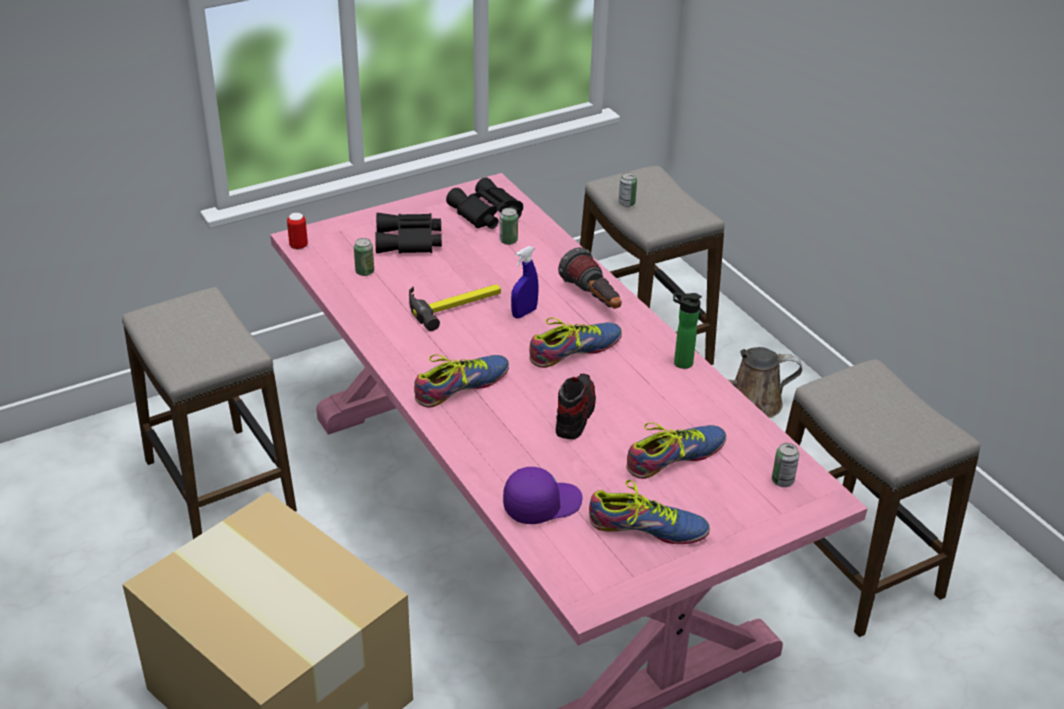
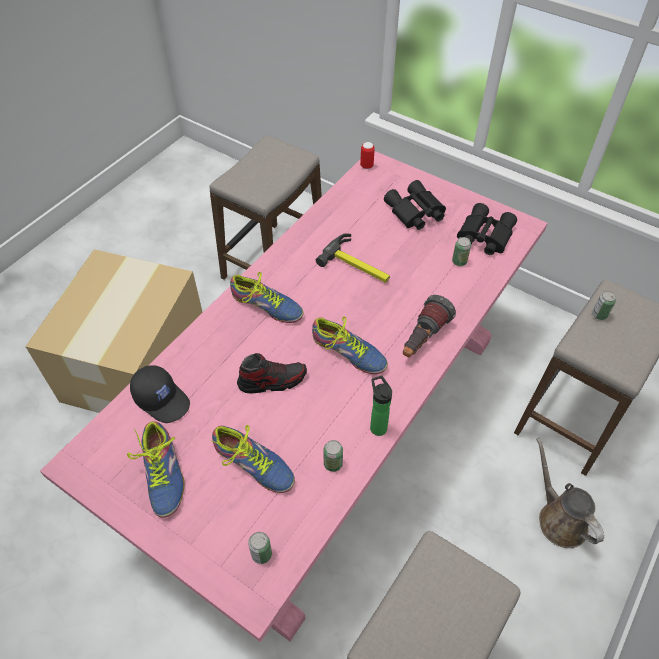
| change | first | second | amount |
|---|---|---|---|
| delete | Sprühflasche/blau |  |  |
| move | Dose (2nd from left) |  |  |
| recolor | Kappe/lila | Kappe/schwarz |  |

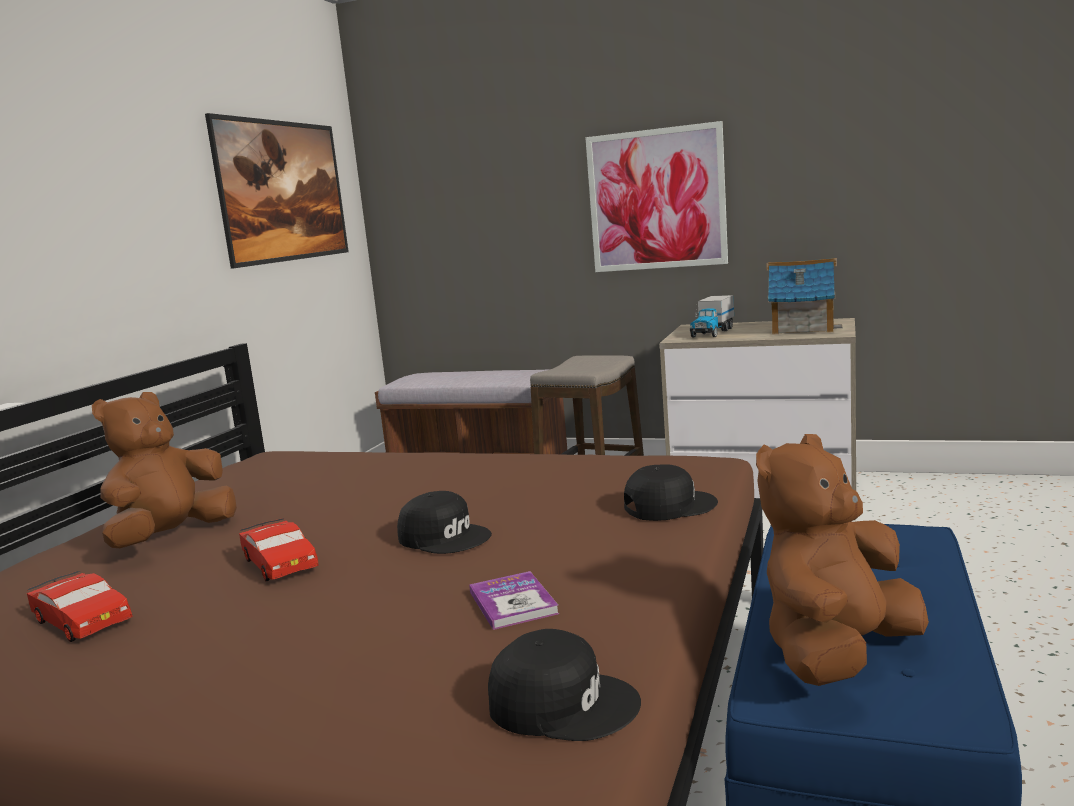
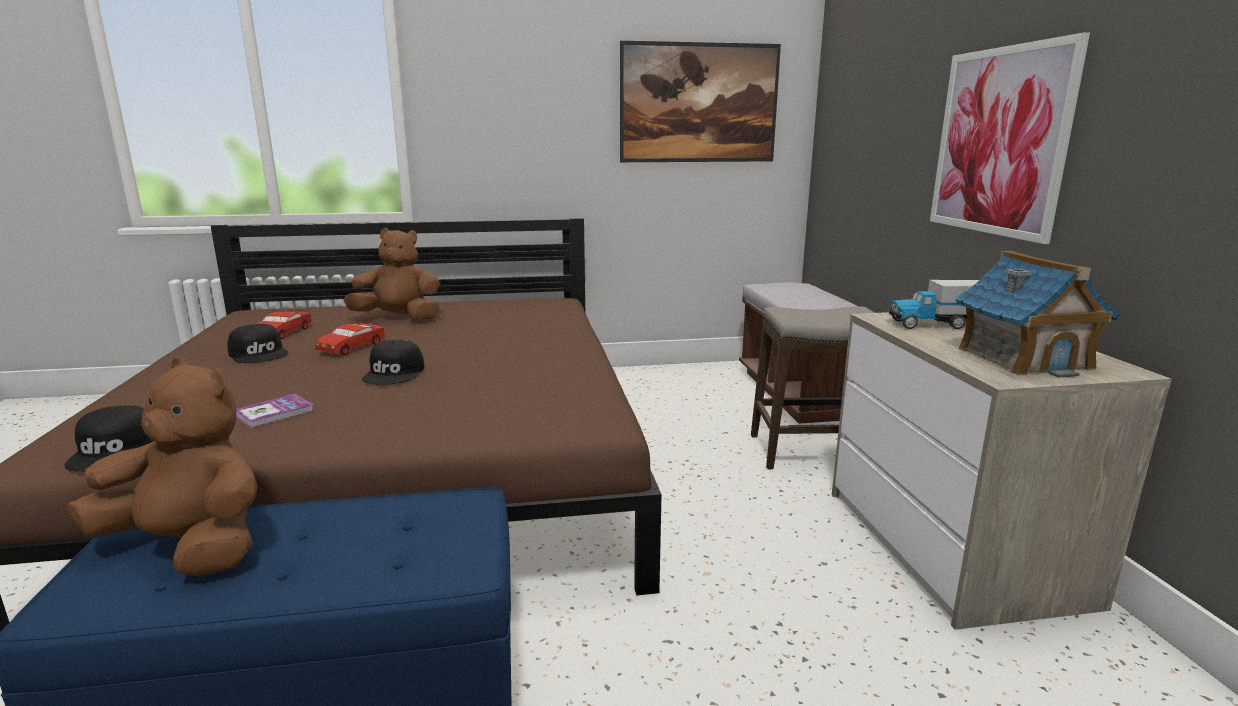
| change | first | second | amount |
|---|---|---|---|
| move | Kappe/schwarz (3rd from left in the first image) | Kappe/schwarz (2nd from left) |  |

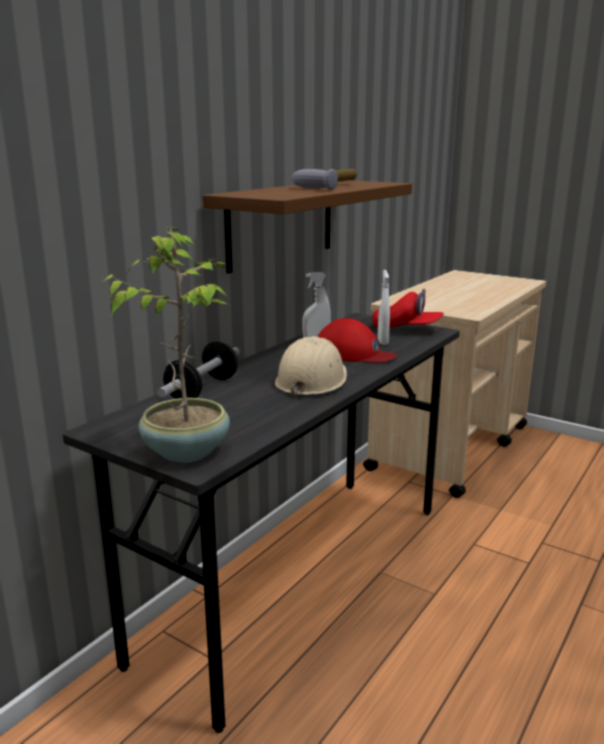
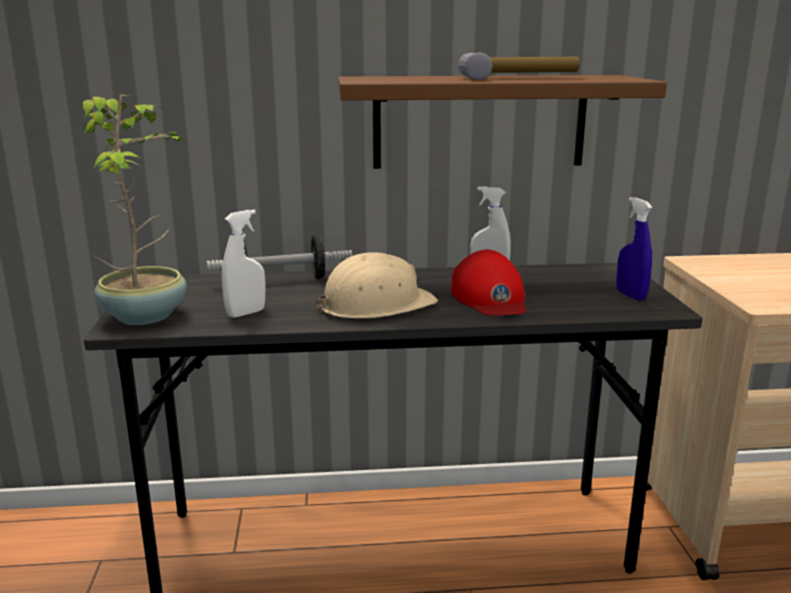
| change | first | second | amount |
|---|---|---|---|
| move | Sprühflasche/weiß (2nd from left in the first image) | Sprühflasche/weiß (1st from left) |  |
| replace | Kappe/rot (2nd from left) | Sprühflasche/blau |  |

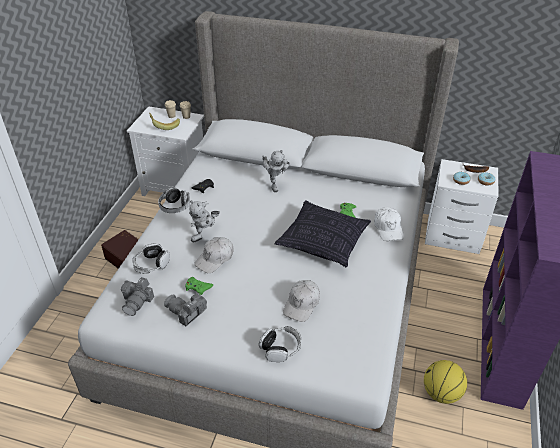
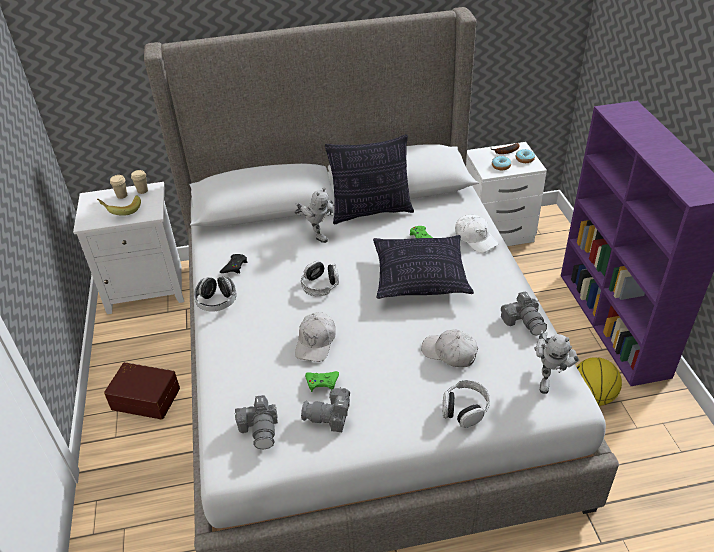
| change | first | second | amount |
|---|---|---|---|
| insert |  | Kissen (1st from left) |  |
| insert |  | Kamera (3rd from left) |  |
| move | Kopfhörer (1st from left in the first image) | Kopfhörer (2nd from left) |  |
| move | Spielzeugroboter (1st from left in the first image) | Spielzeugroboter (2nd from left) |  |
| rotate | Kappe/weiß (2nd from left) |  | 120 degrees clockwise |

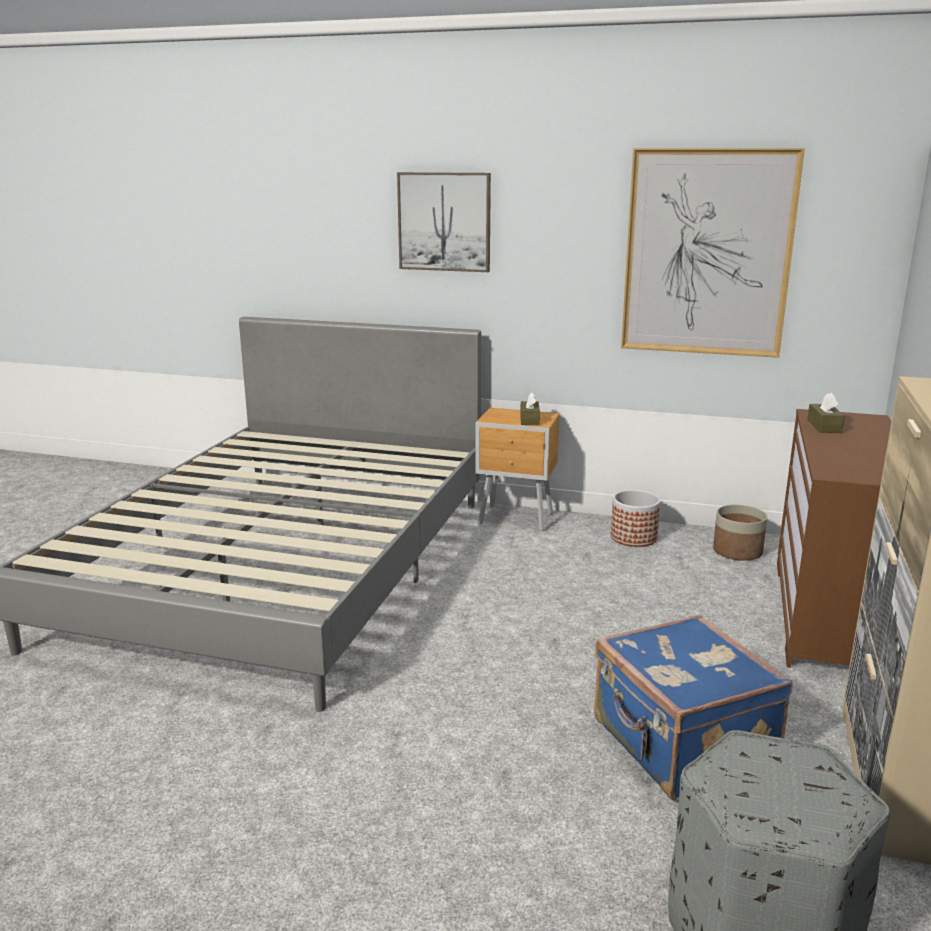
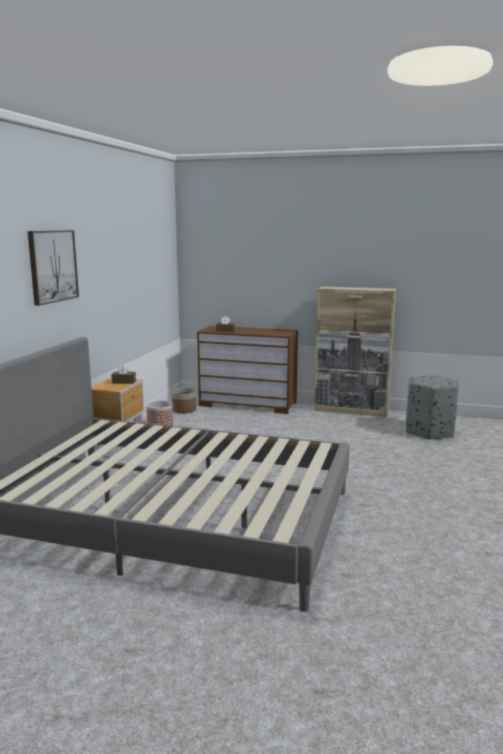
| change | first | second | amount |
|---|---|---|---|
| delete | Koffer/blau |  |  |
| delete | Bild (2nd from left) |  |  |

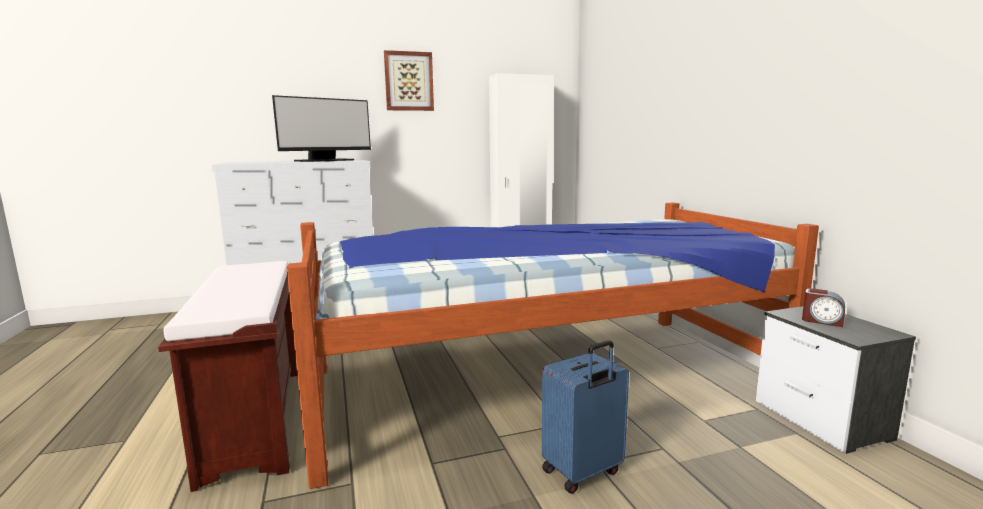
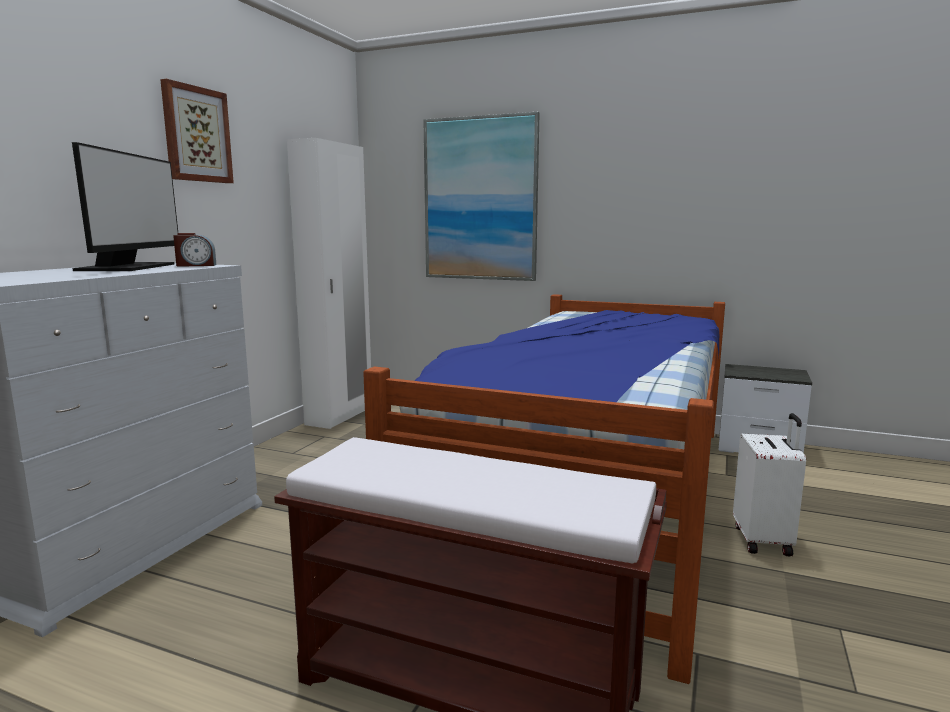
| change | first | second | amount |
|---|---|---|---|
| insert |  | Bild (2nd from left) |  |
| move | Wecker |  |  |
| recolor | Koffer/blau | Koffer/weiß |  |

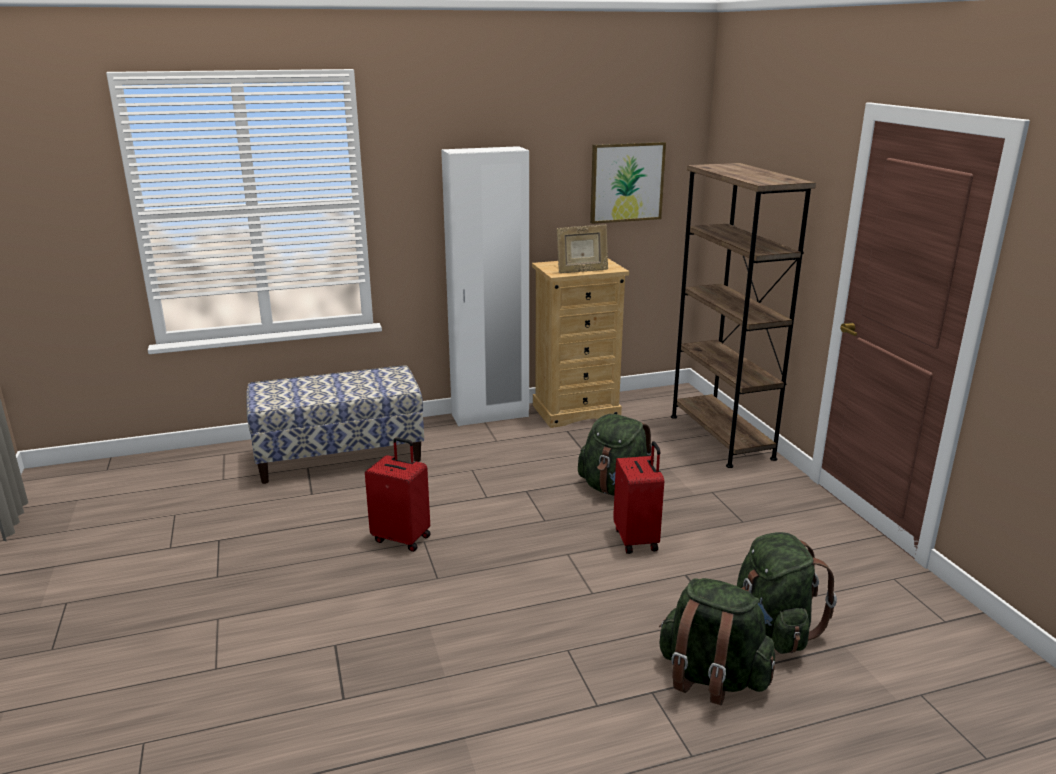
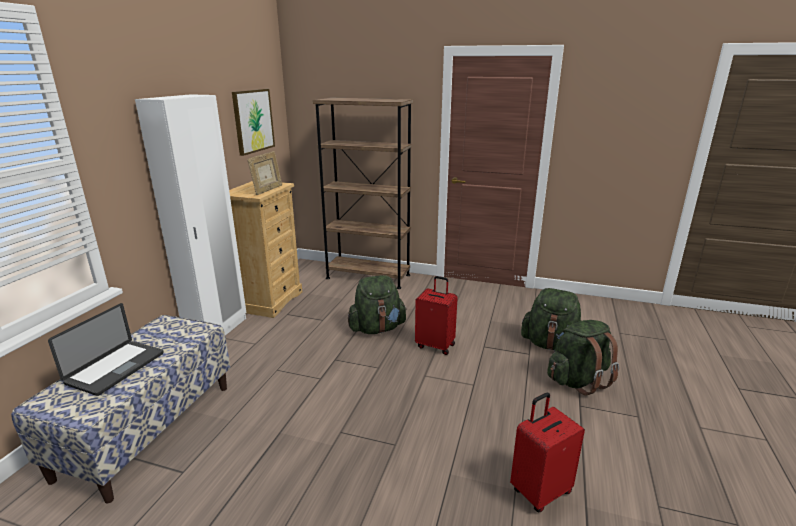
| change | first | second | amount |
|---|---|---|---|
| insert |  | Laptop |  |
| move | Koffer/rot (1st from left in the first image) | Koffer/rot (2nd from left) |  |

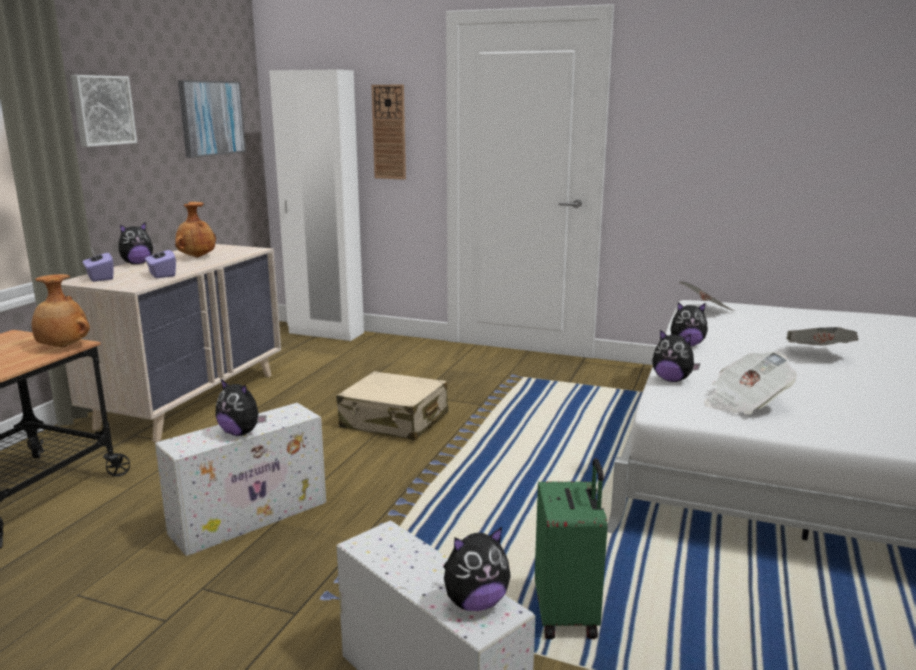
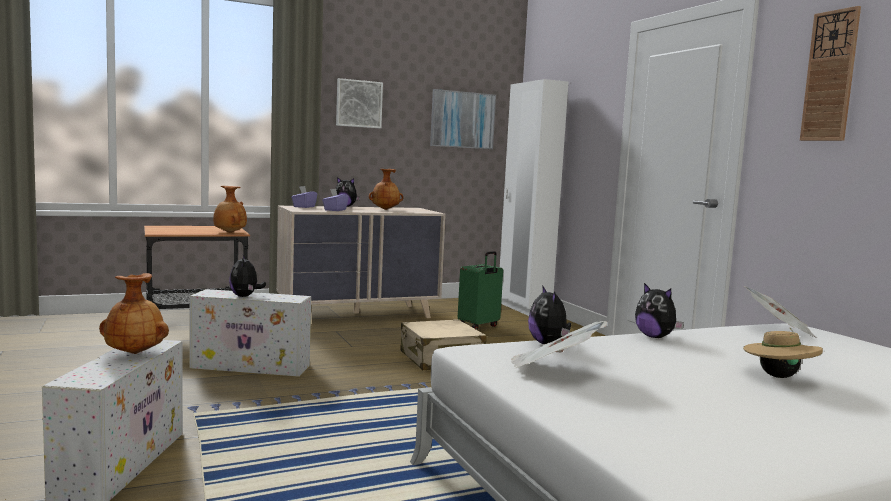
| change | first | second | amount |
|---|---|---|---|
| delete | Plüschtier (3rd from left) |  |  |
| insert |  | Vase/braun (1st from left) |  |
| move | Wanduhr |  |  |
| move | Koffer/grün |  |  |
| replace | Zeitung (3rd from left) | Hut/beige |  |

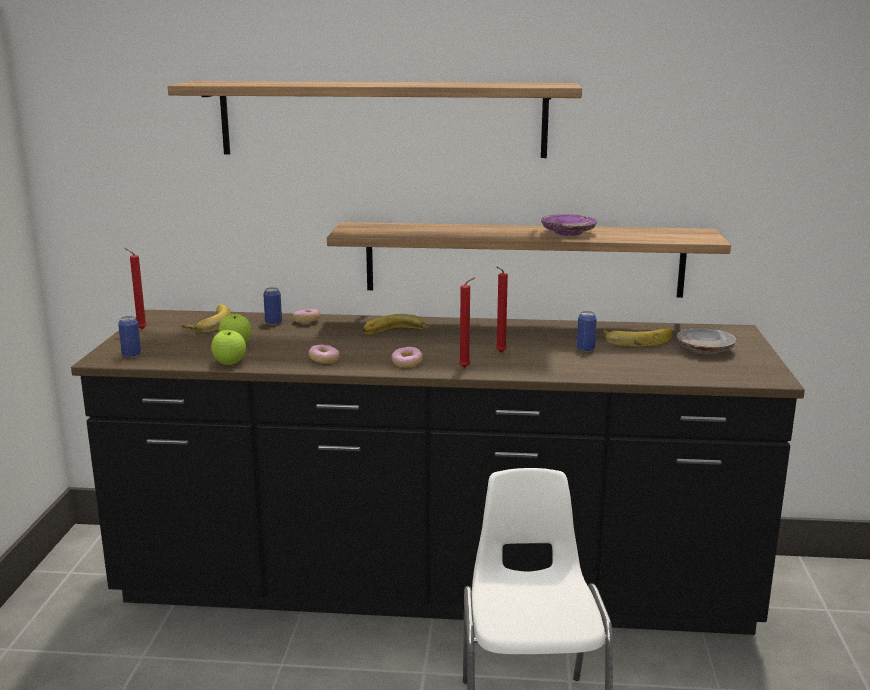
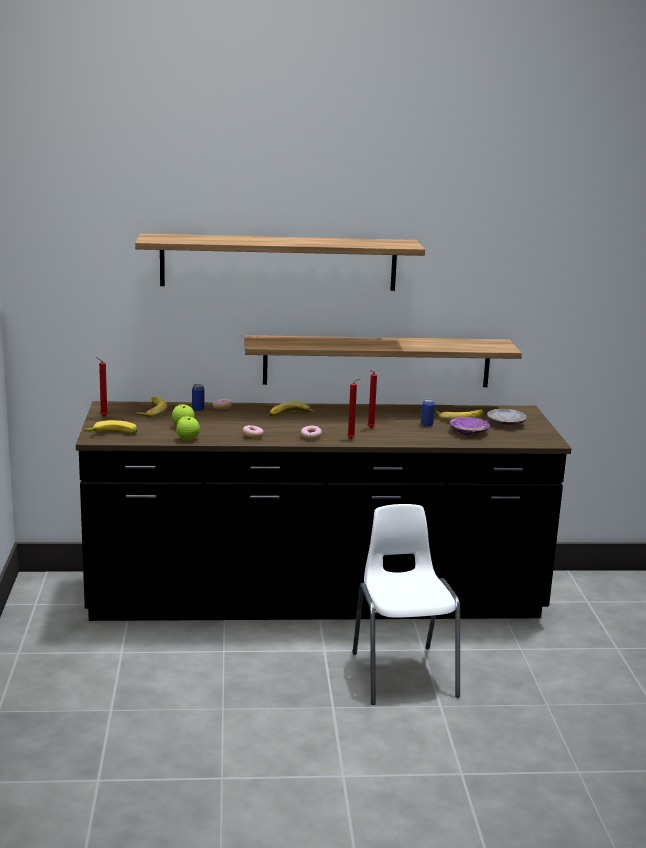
| change | first | second | amount |
|---|---|---|---|
| move | Teller/lila |  |  |
| replace | Dose (1st from left) | Banane (1st from left) |  |

